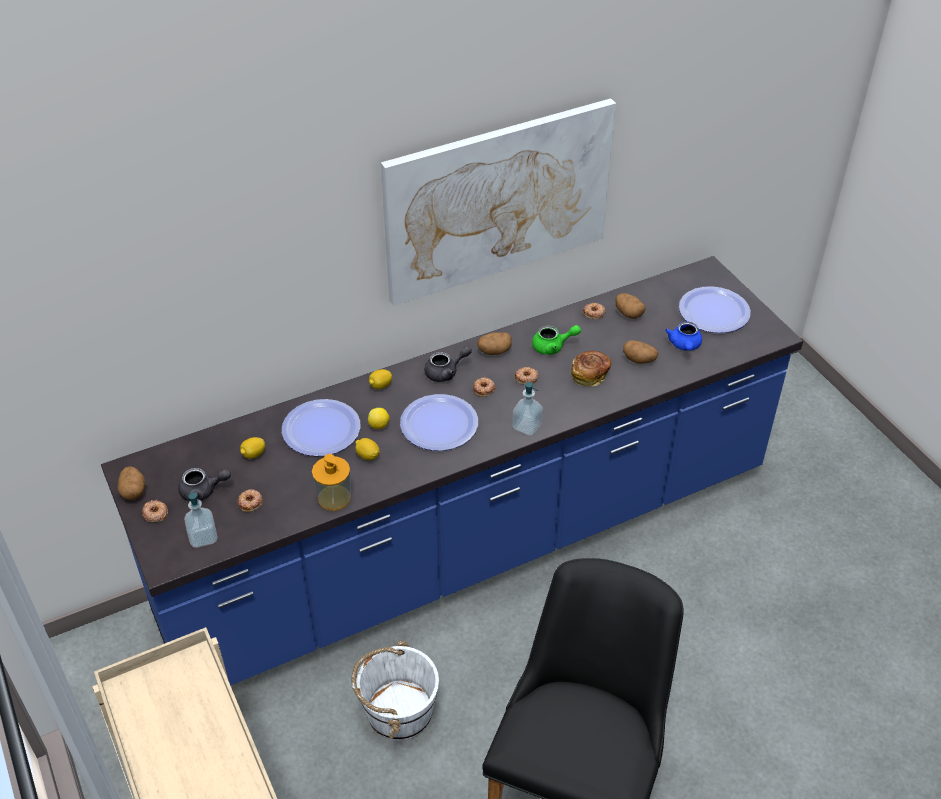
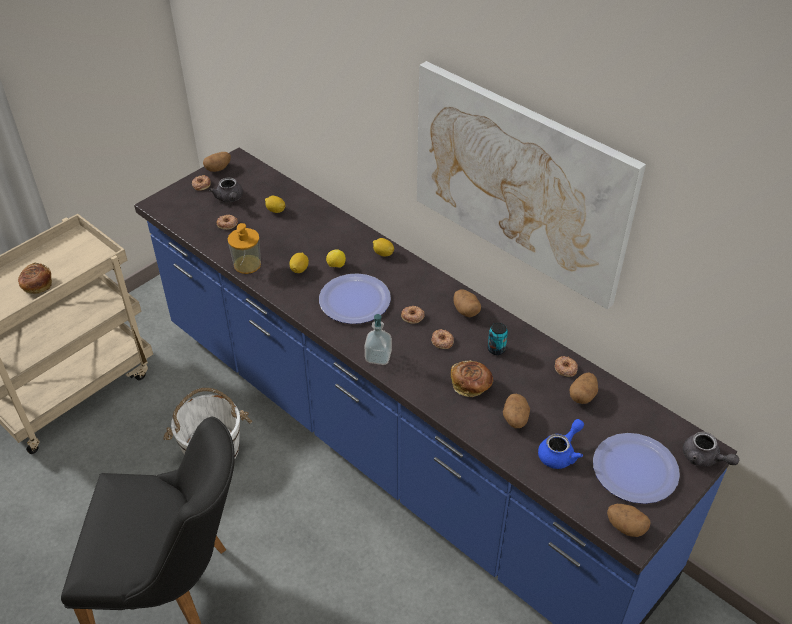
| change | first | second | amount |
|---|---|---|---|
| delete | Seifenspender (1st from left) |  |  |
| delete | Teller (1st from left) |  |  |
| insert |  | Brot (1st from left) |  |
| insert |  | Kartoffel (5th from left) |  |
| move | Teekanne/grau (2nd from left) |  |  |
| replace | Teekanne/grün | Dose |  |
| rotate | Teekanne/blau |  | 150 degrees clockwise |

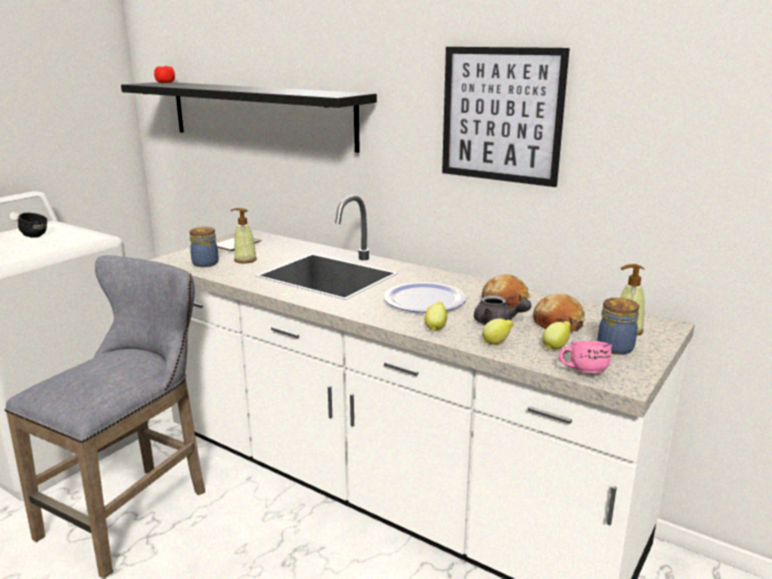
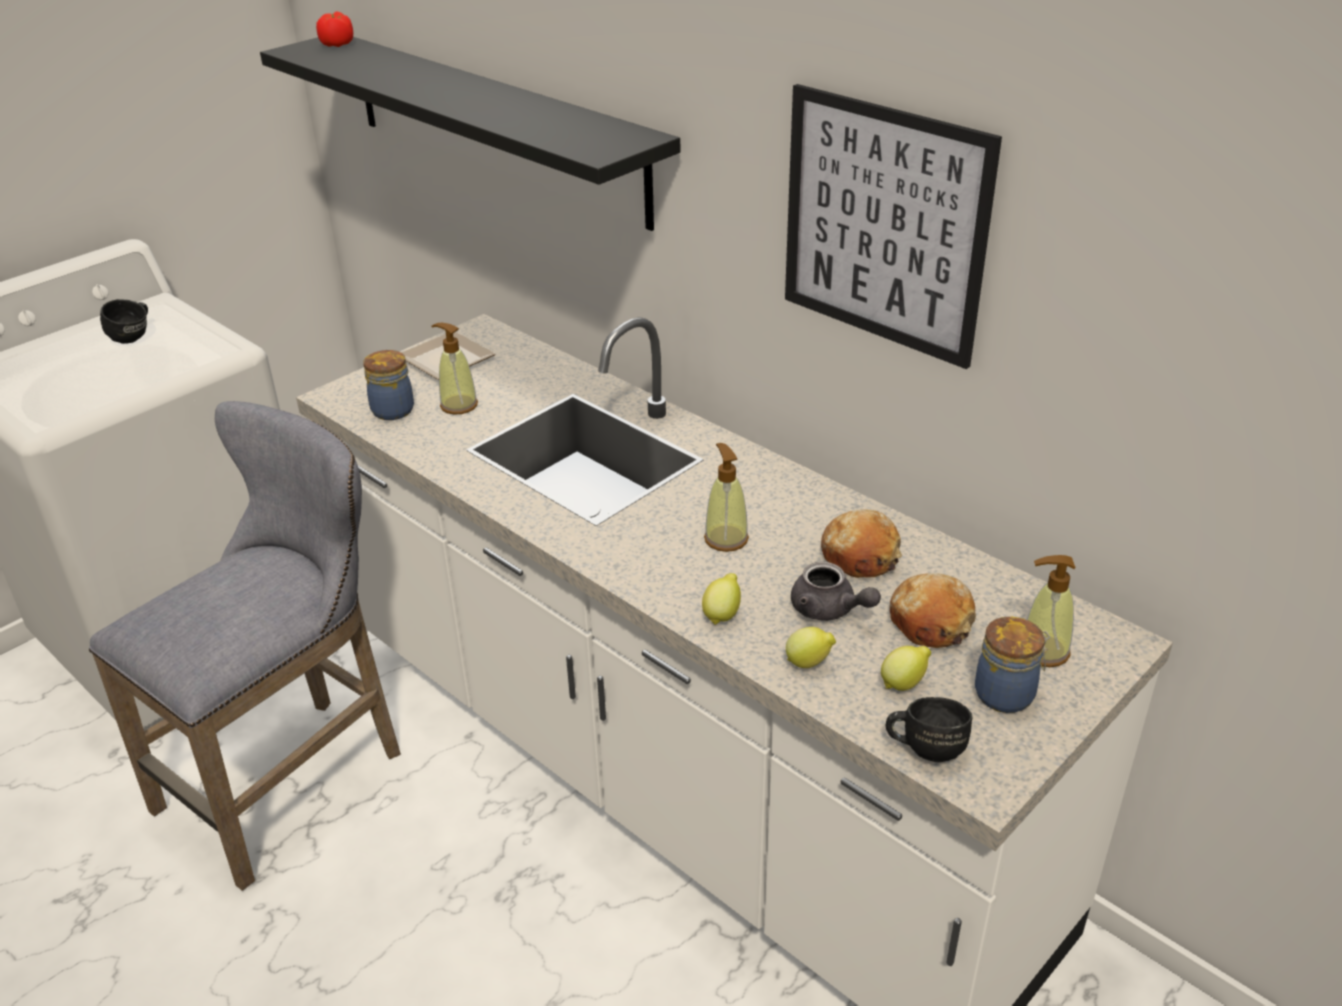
| change | first | second | amount |
|---|---|---|---|
| replace | Teller (2nd from left) | Seifenspender (2nd from left) |  |
| recolor | Henkelbecher/rosa | Henkelbecher/schwarz (2nd from left) |  |

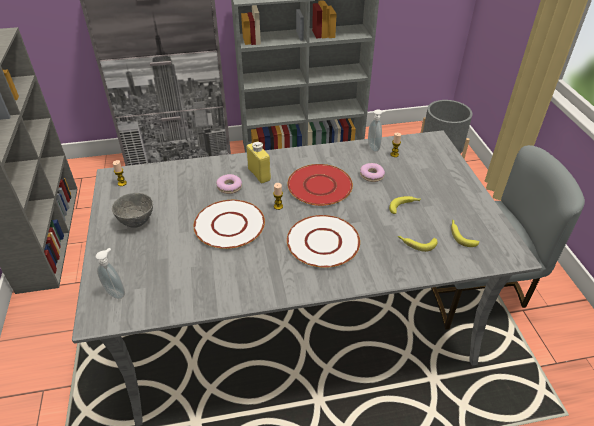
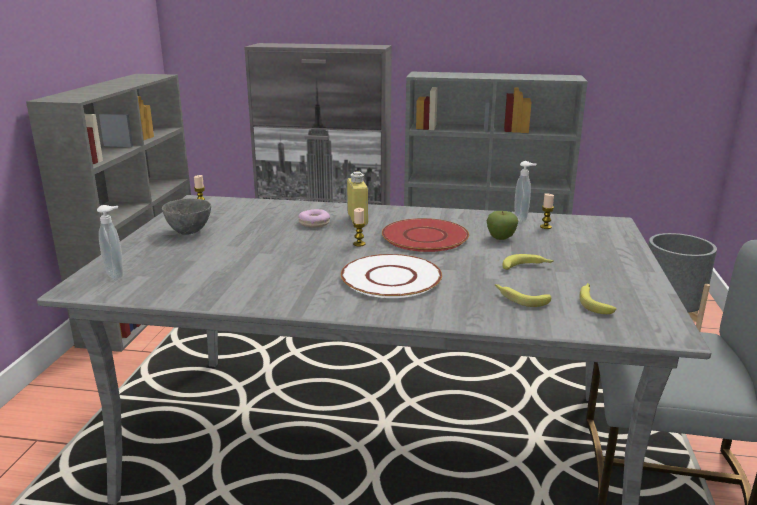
| change | first | second | amount |
|---|---|---|---|
| delete | Teller/weiß (1st from left) |  |  |
| replace | Donut (2nd from left) | Apfel |  |

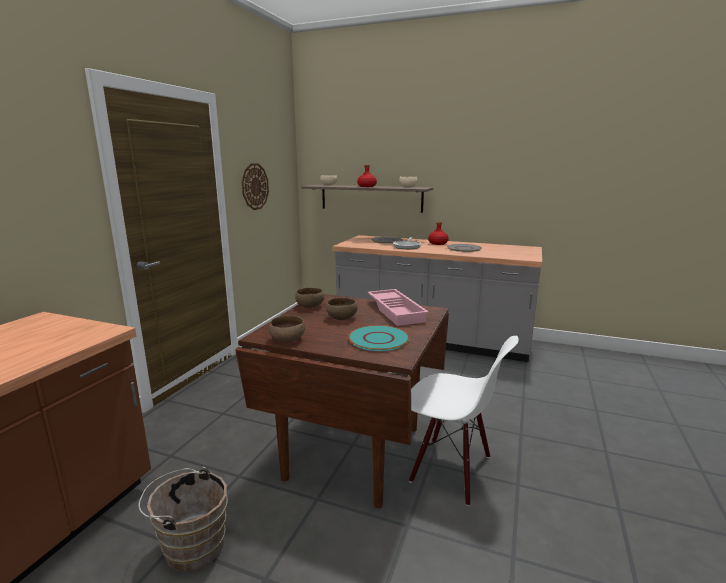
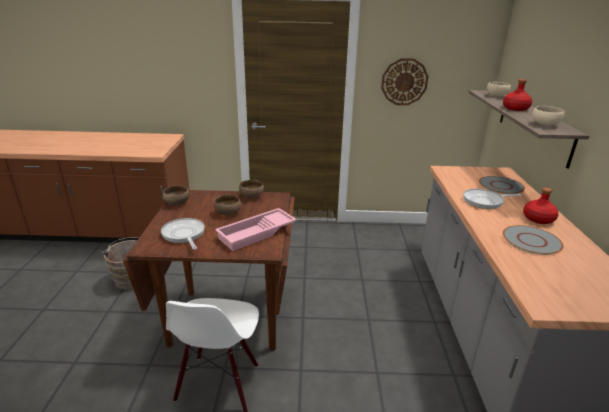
| change | first | second | amount |
|---|---|---|---|
| replace | Teller/türkis | Pfanne (1st from left) |  |

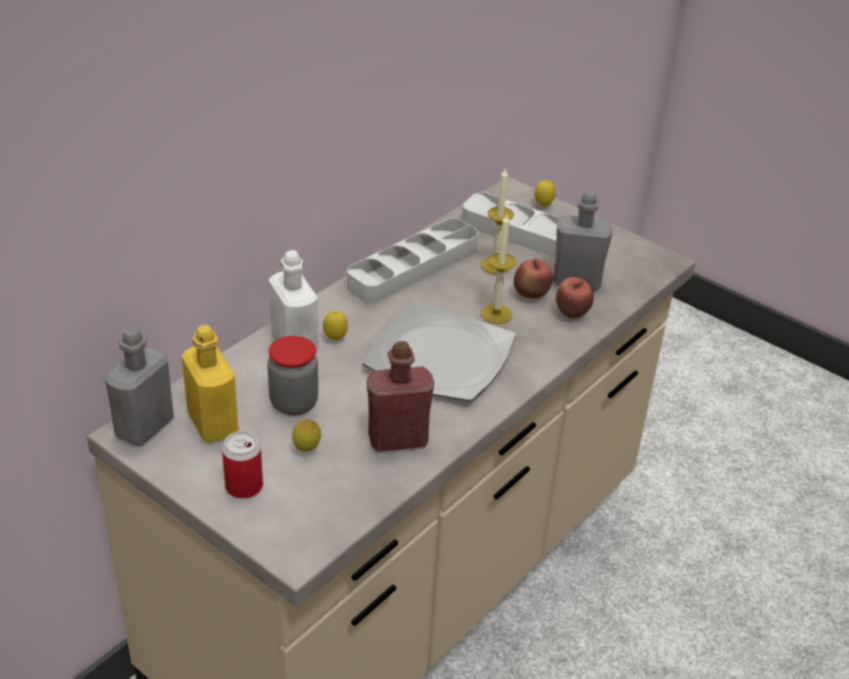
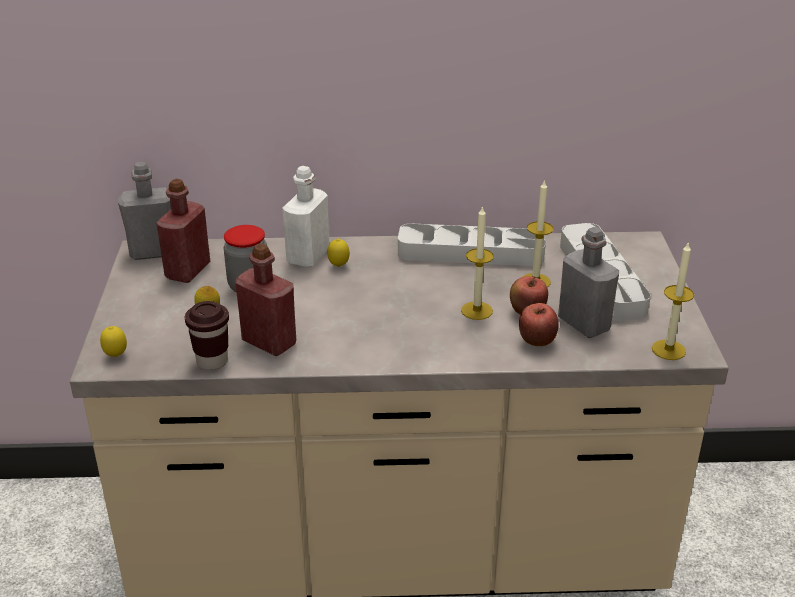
| change | first | second | amount |
|---|---|---|---|
| delete | Dose |  |  |
| delete | Teller |  |  |
| insert |  | Tasse/braun |  |
| insert |  | Kerze (3rd from left) |  |
| move | Zitrone (3rd from left in the first image) | Zitrone (1st from left) |  |
| recolor | Flasche/gelb | Flasche/rot (1st from left) |  |

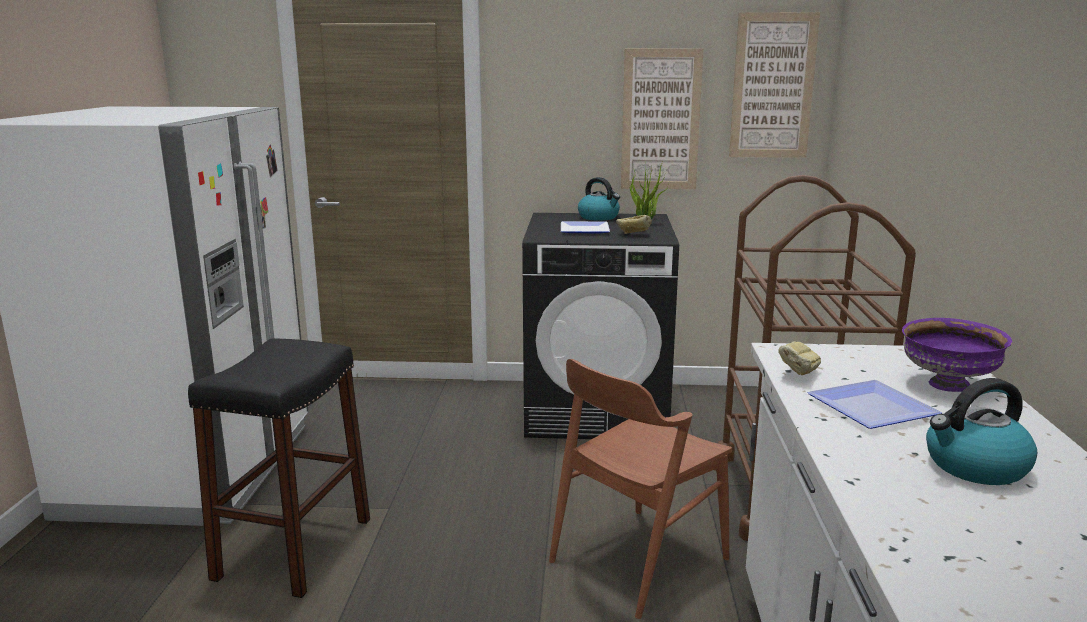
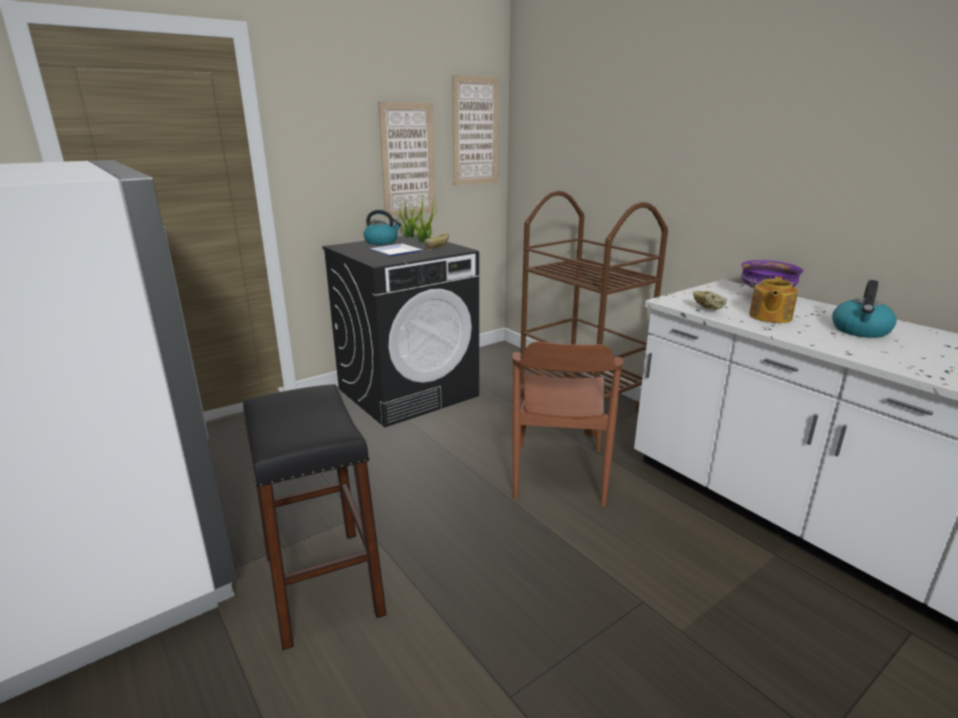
| change | first | second | amount |
|---|---|---|---|
| replace | Teller (2nd from left) | Teekanne |  |

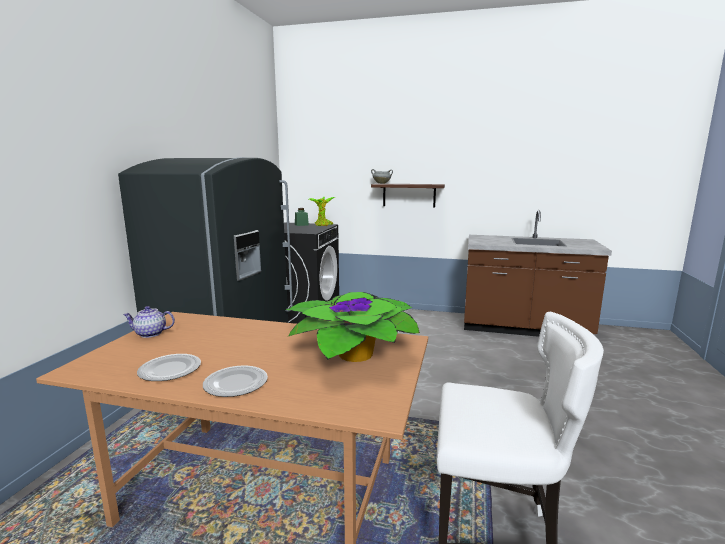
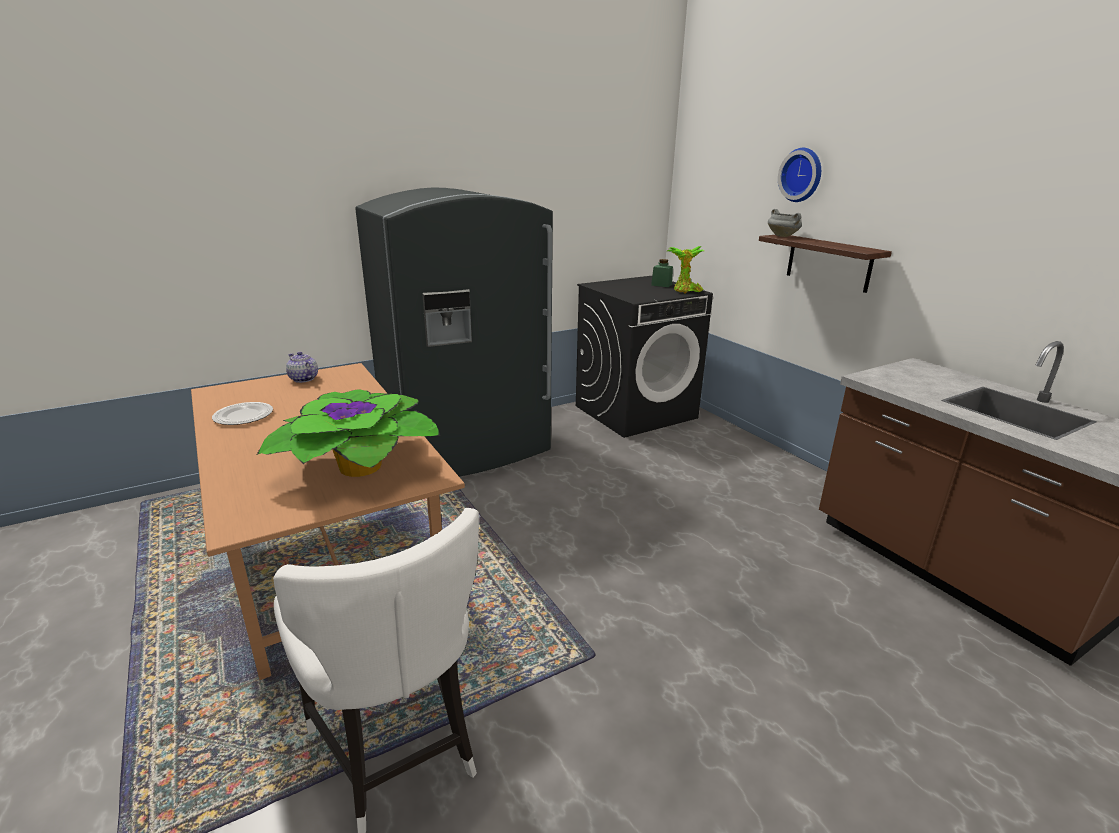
| change | first | second | amount |
|---|---|---|---|
| delete | Teller (2nd from left) |  |  |
| insert |  | Wanduhr |  |

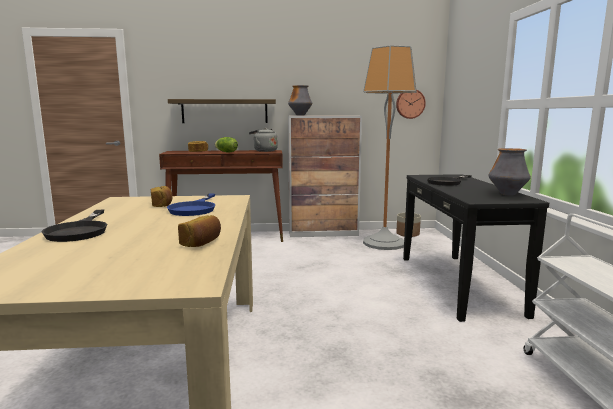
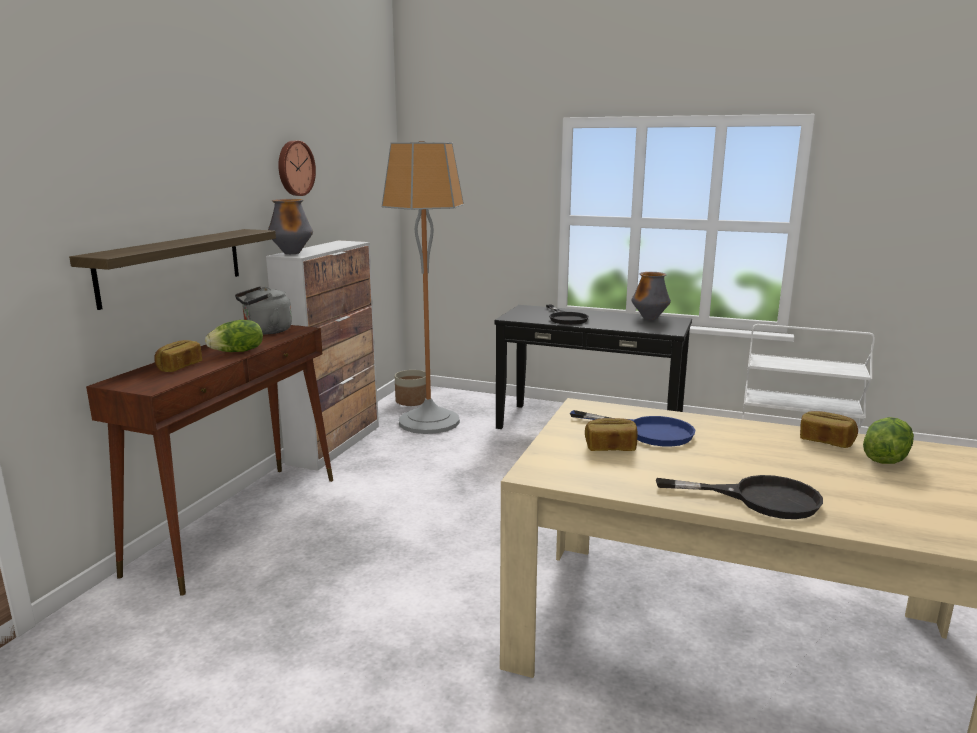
| change | first | second | amount |
|---|---|---|---|
| insert |  | Salatkopf (2nd from left) |  |
| move | Wanduhr |  |  |

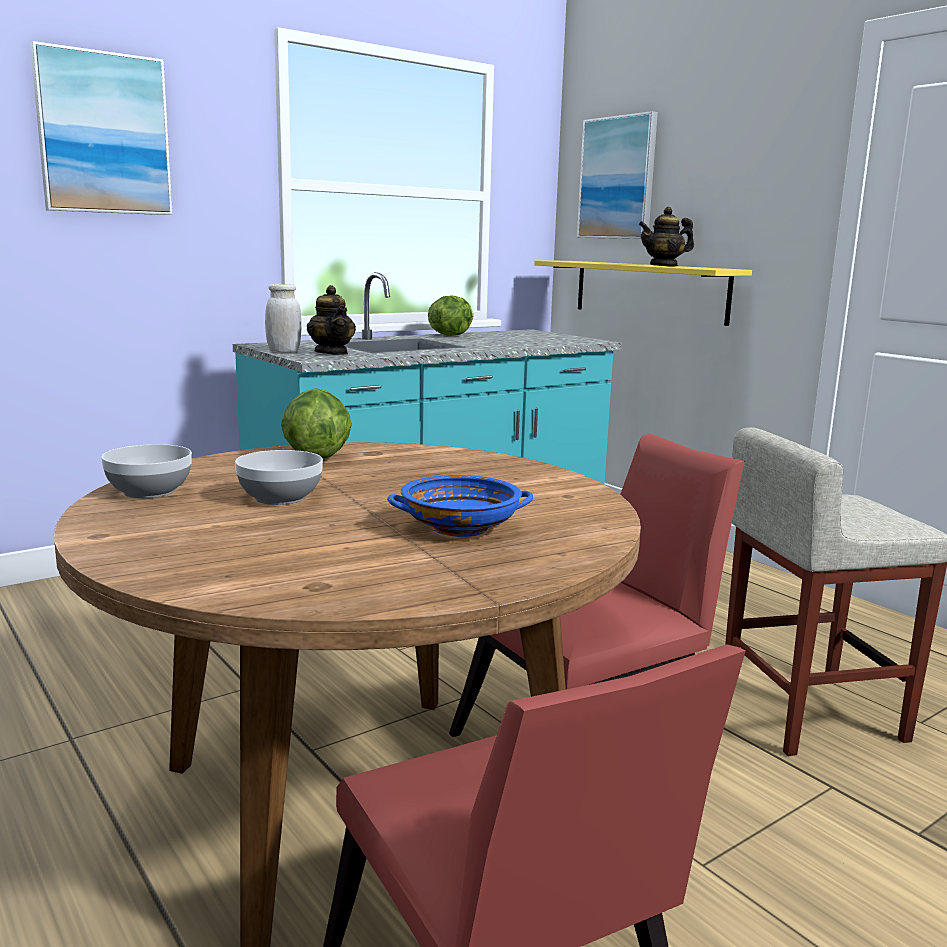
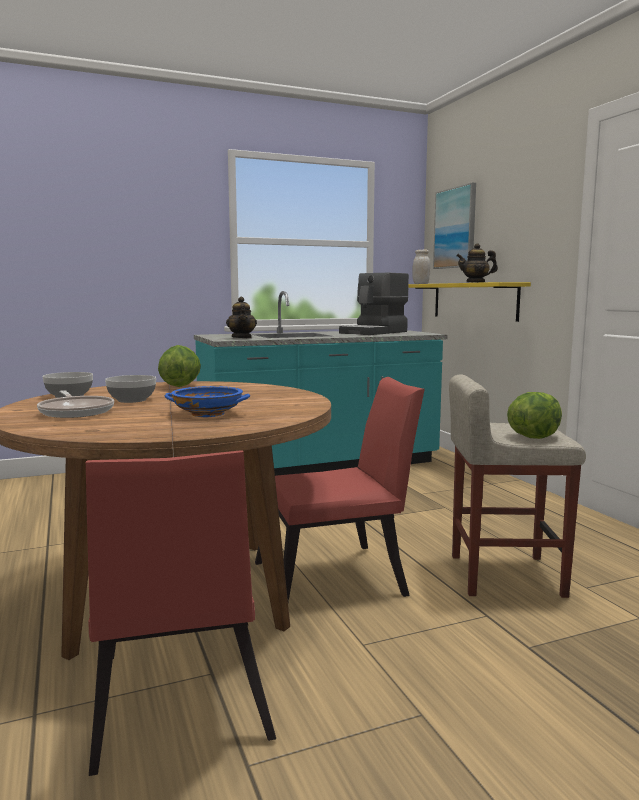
| change | first | second | amount |
|---|---|---|---|
| delete | Bild (1st from left) |  |  |
| insert |  | Pfanne |  |
| insert |  | Kaffeemaschine |  |
| move | Vorratsglas/weiß |  |  |
| move | Salatkopf (2nd from left) |  |  |

